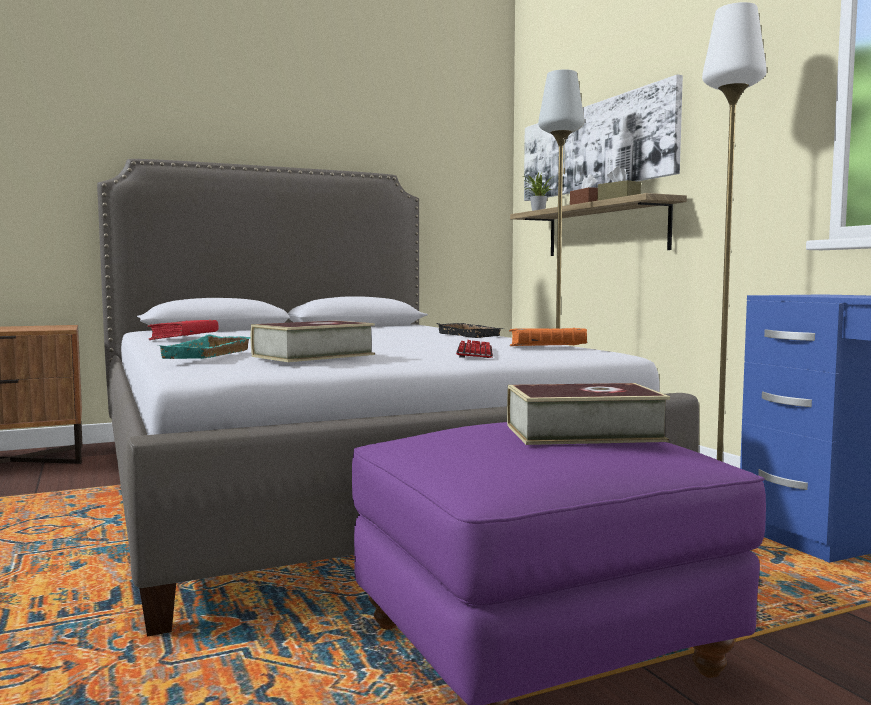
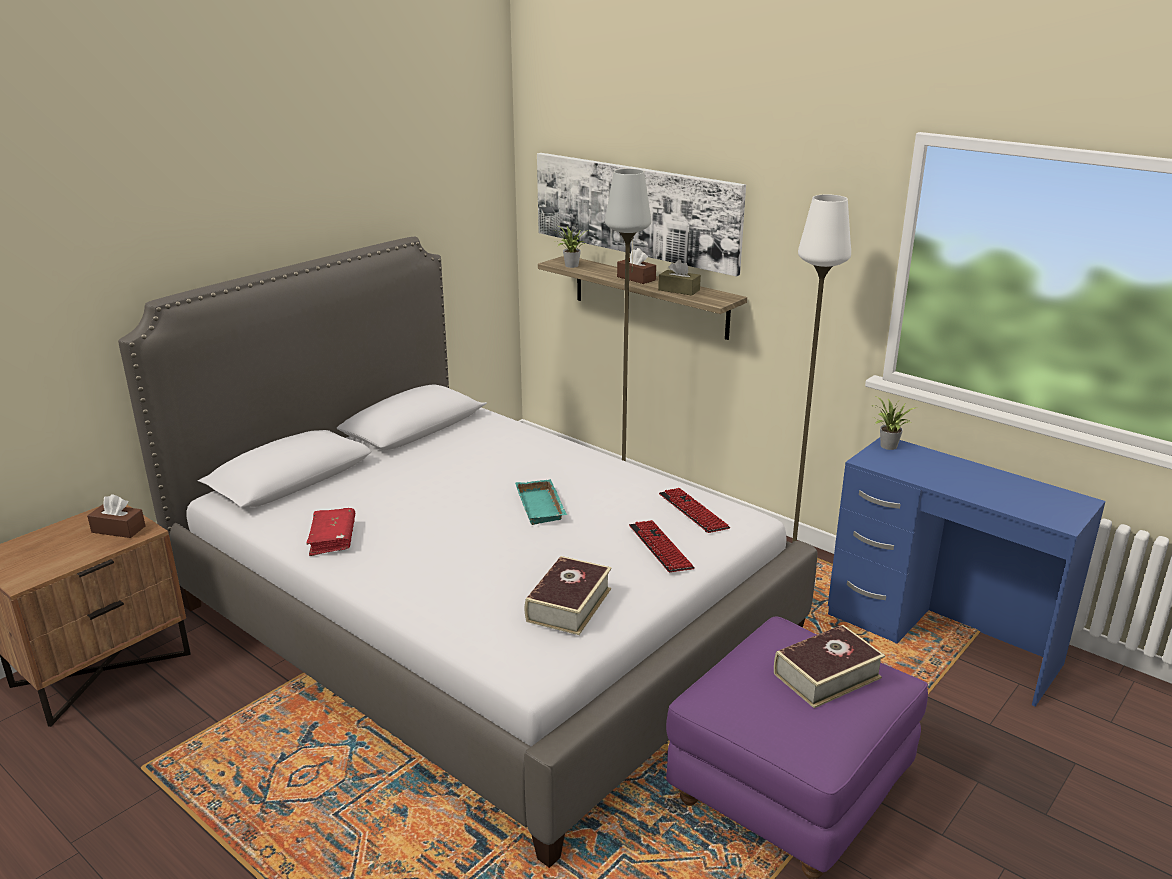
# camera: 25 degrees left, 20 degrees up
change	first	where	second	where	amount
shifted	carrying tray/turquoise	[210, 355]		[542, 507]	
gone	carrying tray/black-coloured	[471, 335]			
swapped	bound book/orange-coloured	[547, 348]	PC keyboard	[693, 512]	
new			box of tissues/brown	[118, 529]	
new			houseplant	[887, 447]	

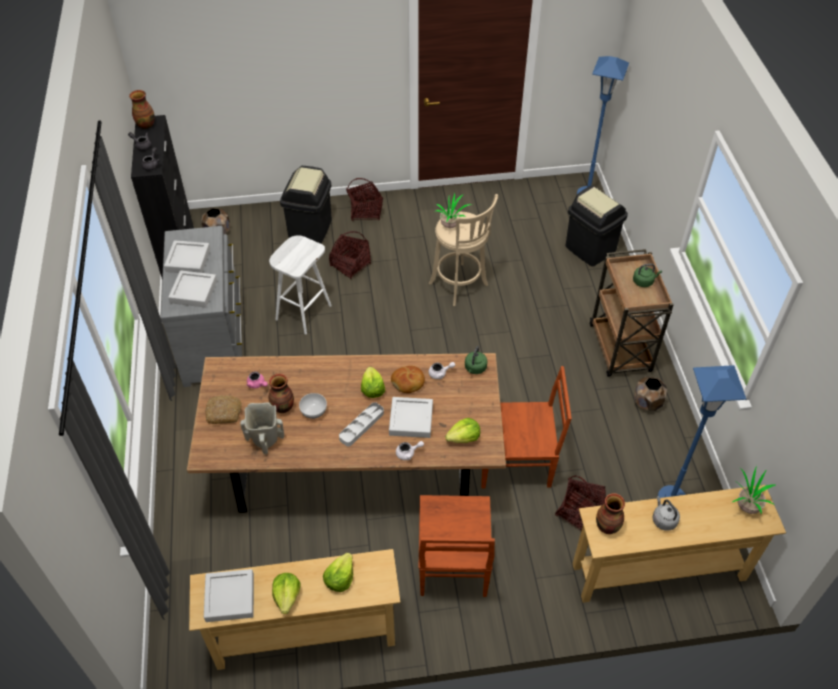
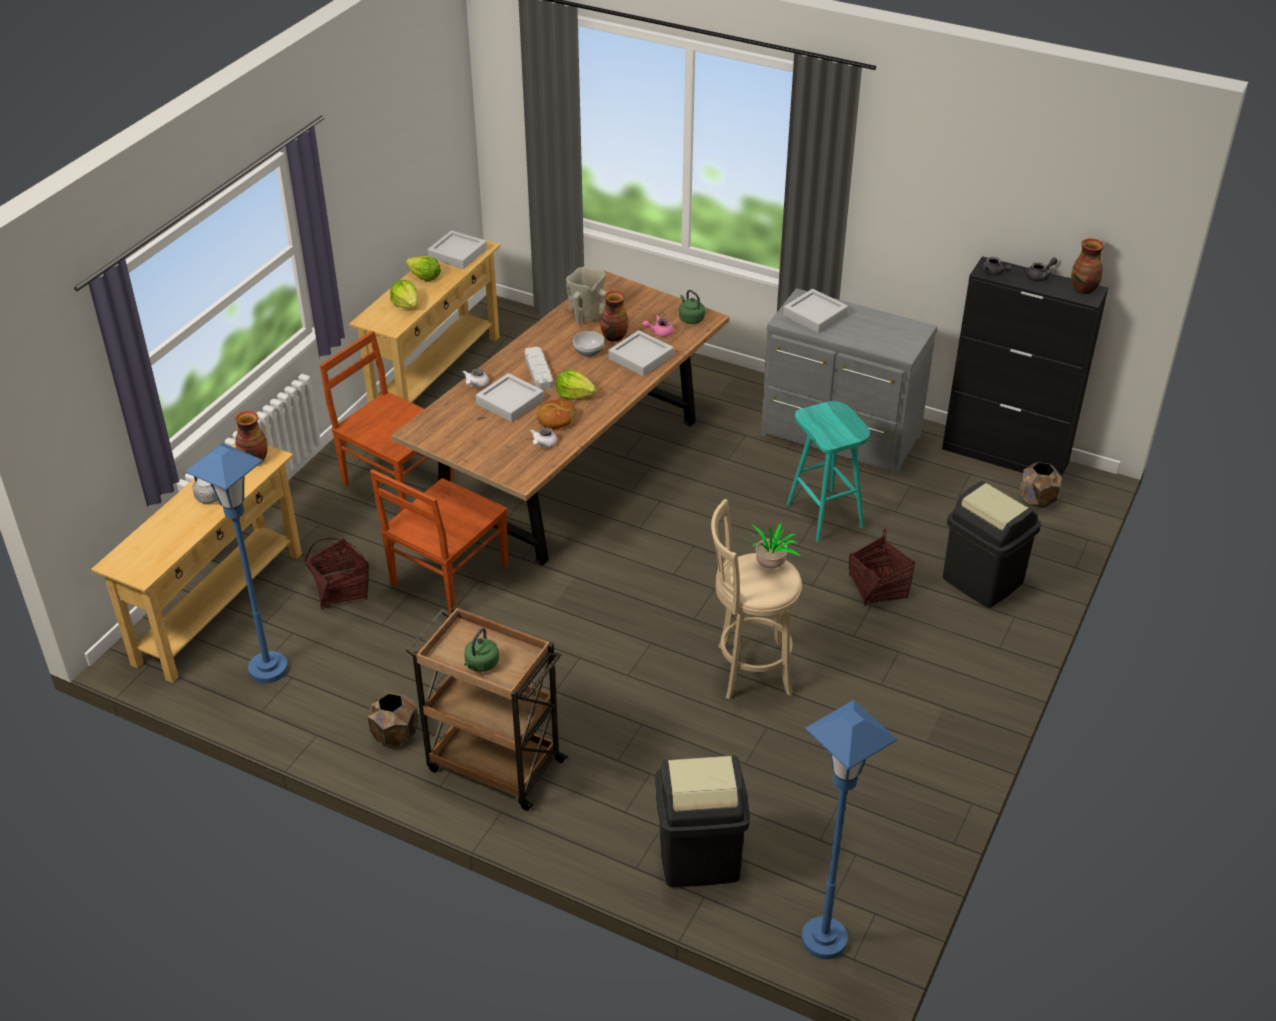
# camera: 125 degrees right, 10 degrees down
change	first	where	second	where	amount
shifted	carrying tray/grey	[188, 260]		[641, 357]	
gone	bakery bread	[224, 412]			
repainted	stool/white-coloured	[303, 311]	stool/turquoise	[826, 516]	
gone	basket	[365, 211]			
gone	lettuce head	[464, 438]			
shifted	water kettle/greenish	[475, 368]		[690, 318]	
gone	houseplant	[745, 506]			

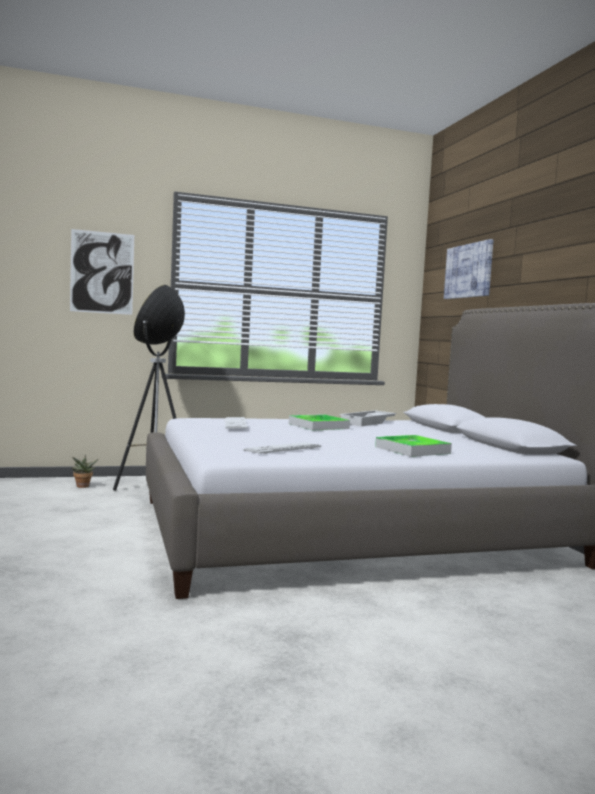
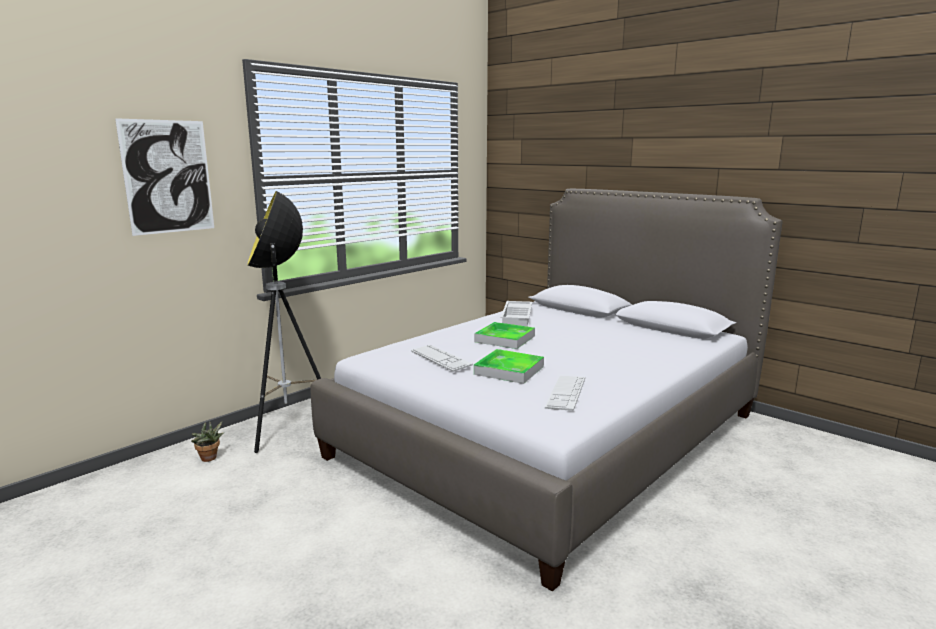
# camera: 30 degrees left, 10 degrees up
change	first	where	second	where	amount
shifted	carrying tray	[412, 450]		[509, 370]	
gone	wall art	[468, 271]			

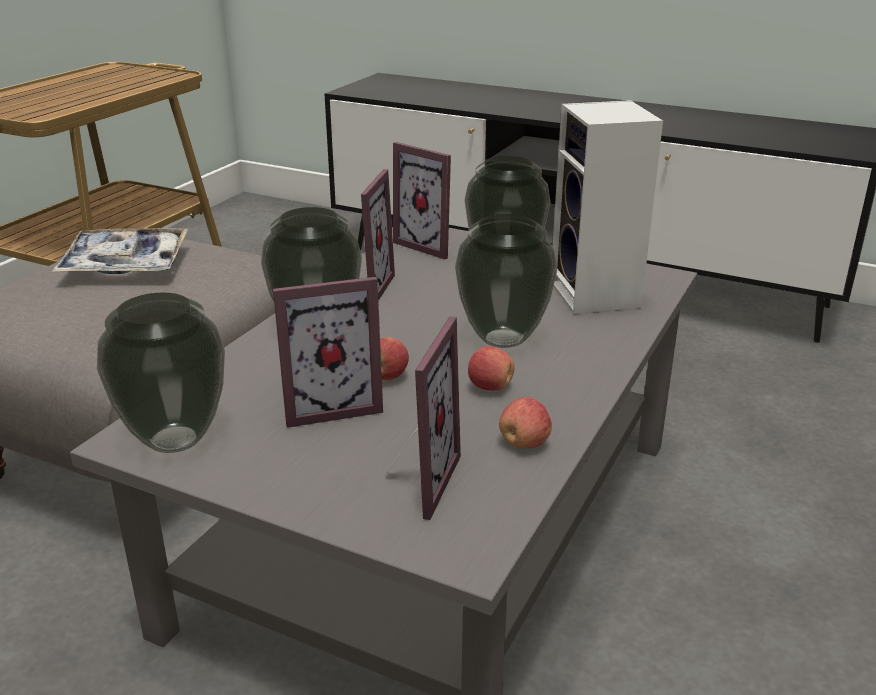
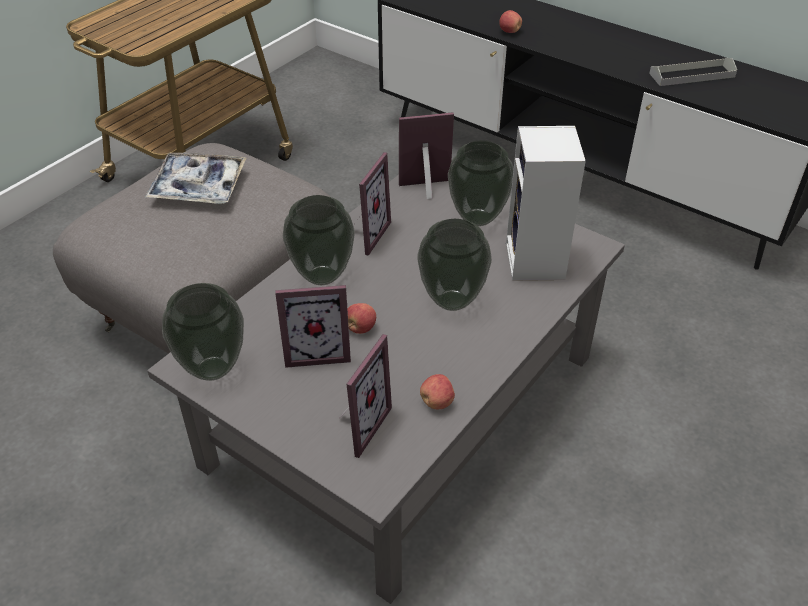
# camera: 10 degrees right, 15 degrees up
change	first	where	second	where	amount
rotated	photo frame	[431, 245]		[427, 190]	120 degrees clockwise
shifted	apple	[490, 387]		[509, 31]	
new			carrying tray/grey	[692, 75]	

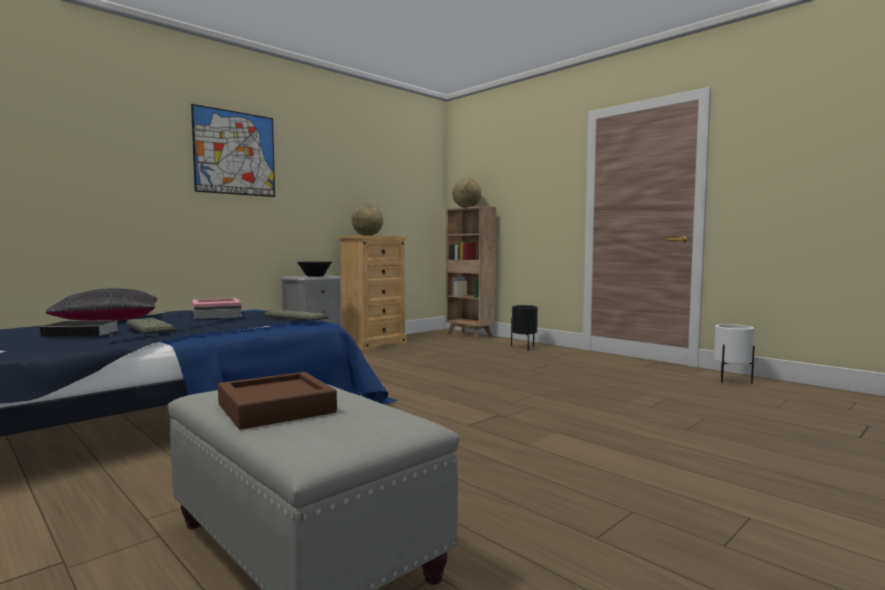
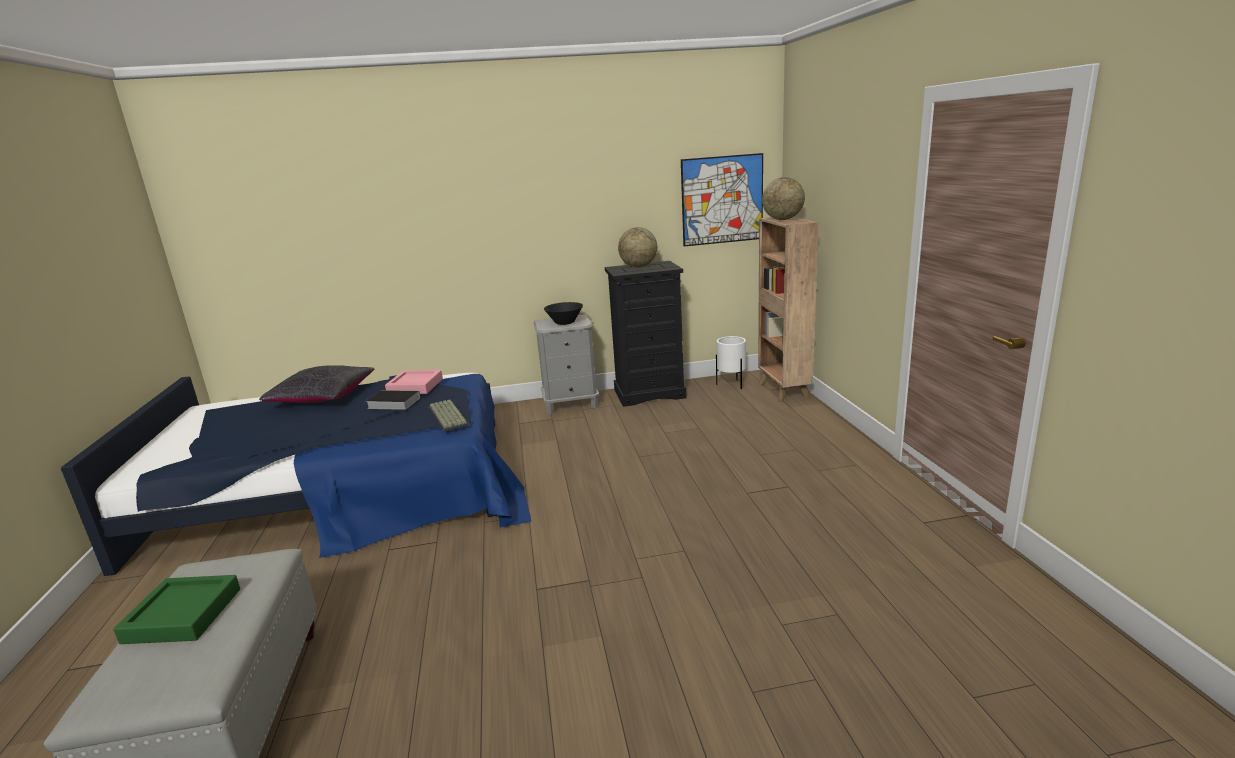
# camera: 35 degrees right, 15 degrees up
change	first	where	second	where	amount
gone	bound book	[84, 333]			
gone	PC keyboard	[148, 328]			
shifted	wall art	[235, 153]		[722, 200]	
repainted	carrying tray/brown	[276, 408]	carrying tray/greenish	[183, 615]	
repainted	dresser/beige	[373, 344]	dresser/black-coloured	[649, 393]	
gone	flower pot/black-coloured	[524, 348]			
shifted	flower pot/white-coloured	[732, 381]		[731, 385]	

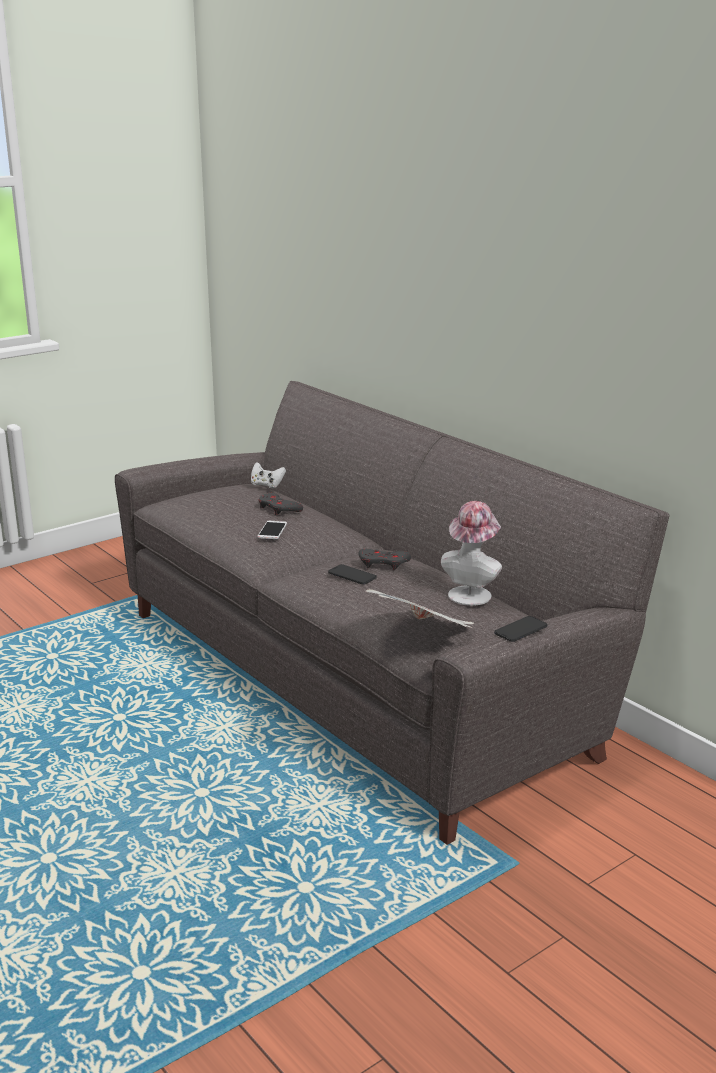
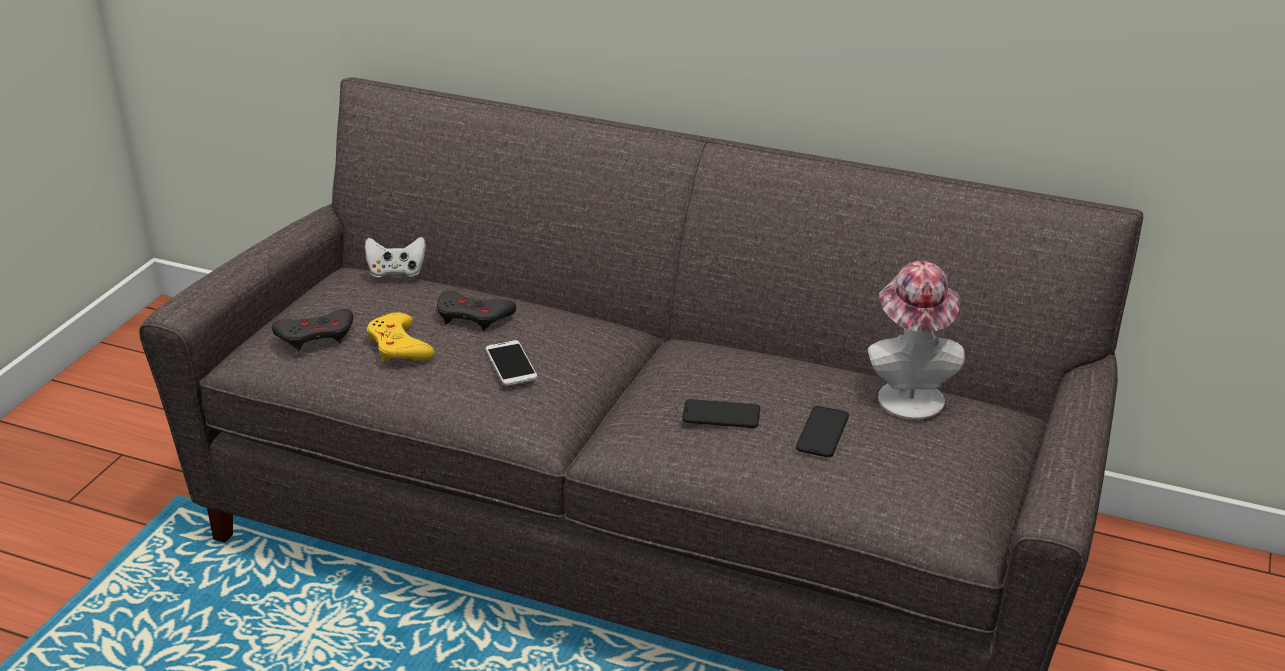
# camera: 30 degrees left, 10 degrees up
change	first	where	second	where	amount
shifted	gamepad/grey	[383, 563]		[316, 335]	
gone	daily paper	[424, 636]			
shifted	handset	[520, 629]		[822, 432]	
new			gamepad/yellow-coloured	[399, 346]	

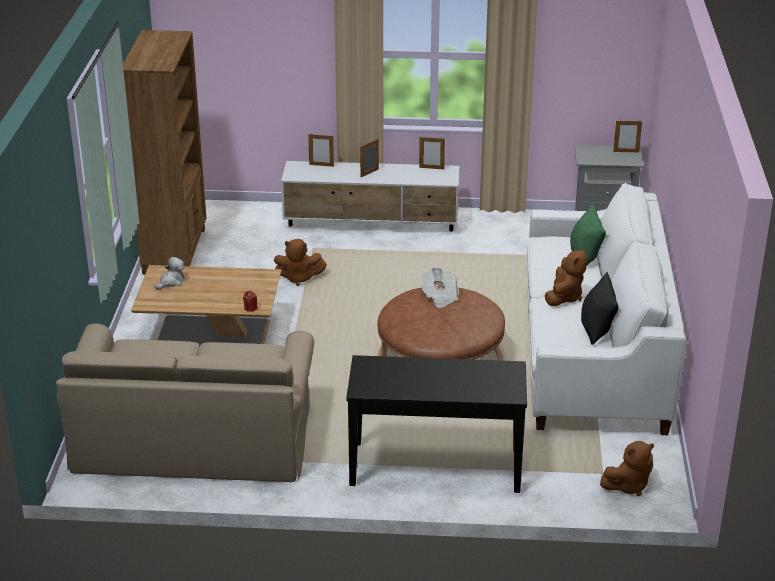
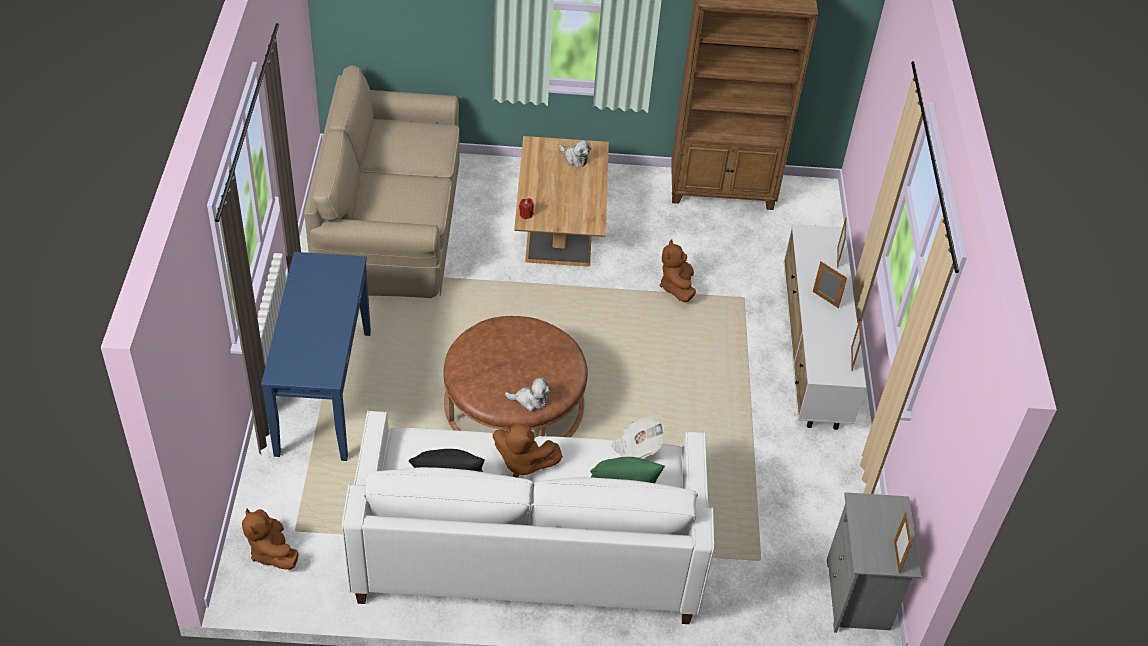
# camera: 85 degrees right, 15 degrees up
change	first	where	second	where	amount
repainted	console table/black-coloured	[435, 467]	console table/blue-coloured	[323, 391]	
shifted	daily paper	[440, 297]		[636, 448]	
new			plush toy	[530, 400]	

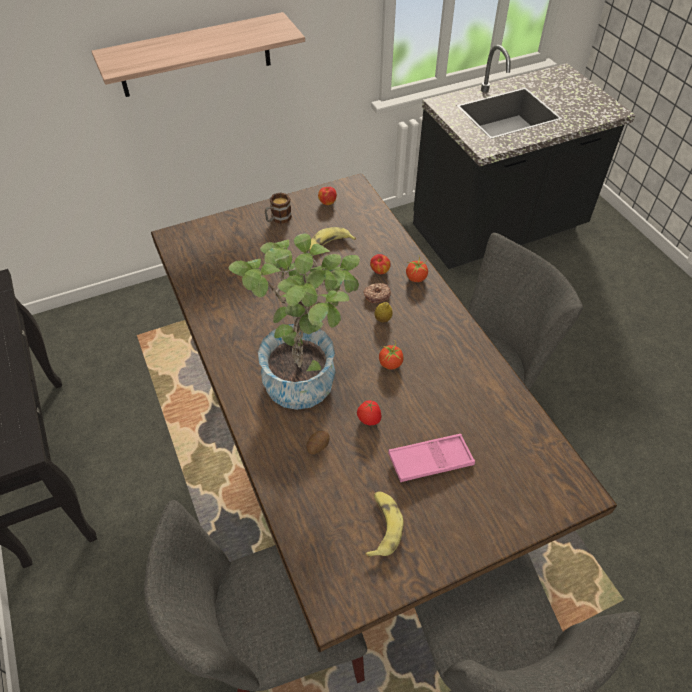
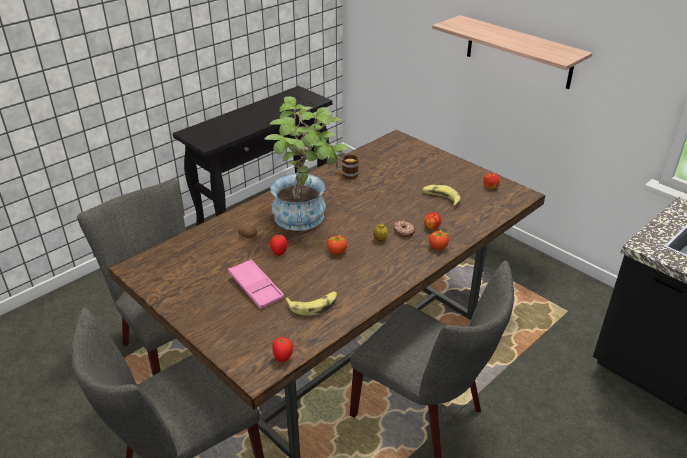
# camera: 70 degrees right, 15 degrees down
change	first	where	second	where	amount
shifted	mug	[278, 219]		[346, 174]	
shifted	whole banana	[382, 526]		[313, 305]	
new			fresh tomato	[283, 357]	

